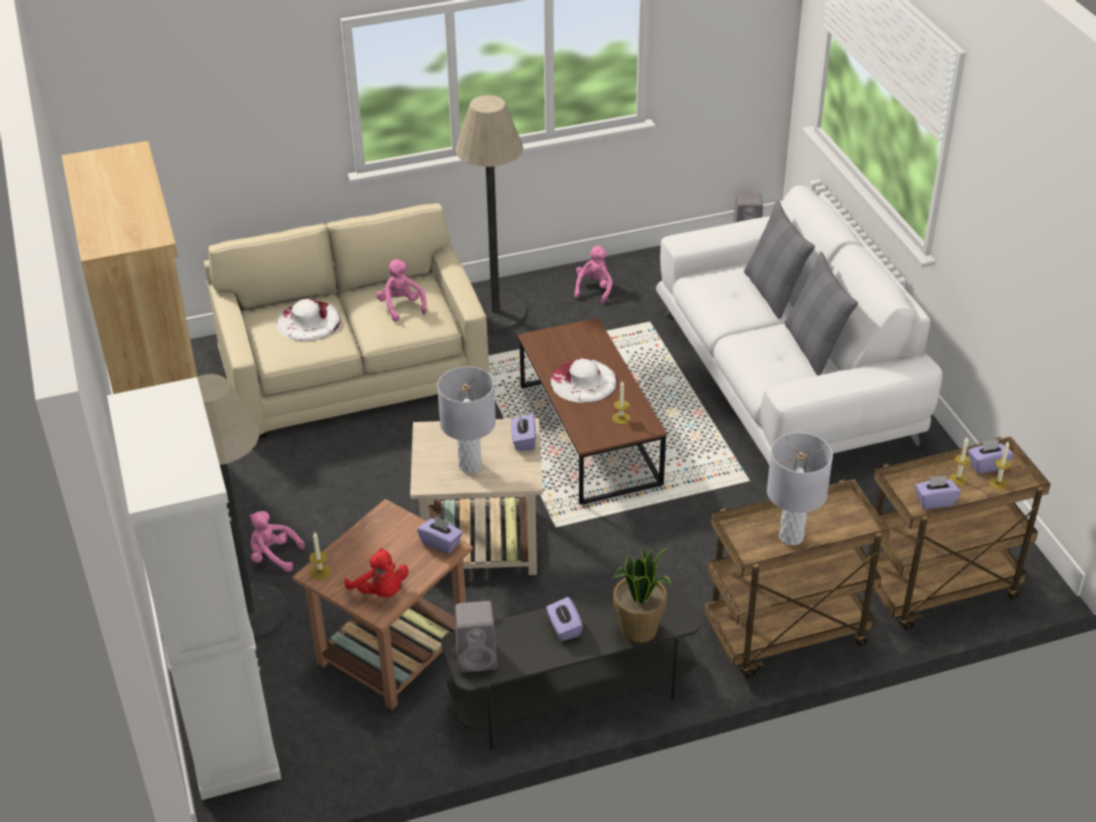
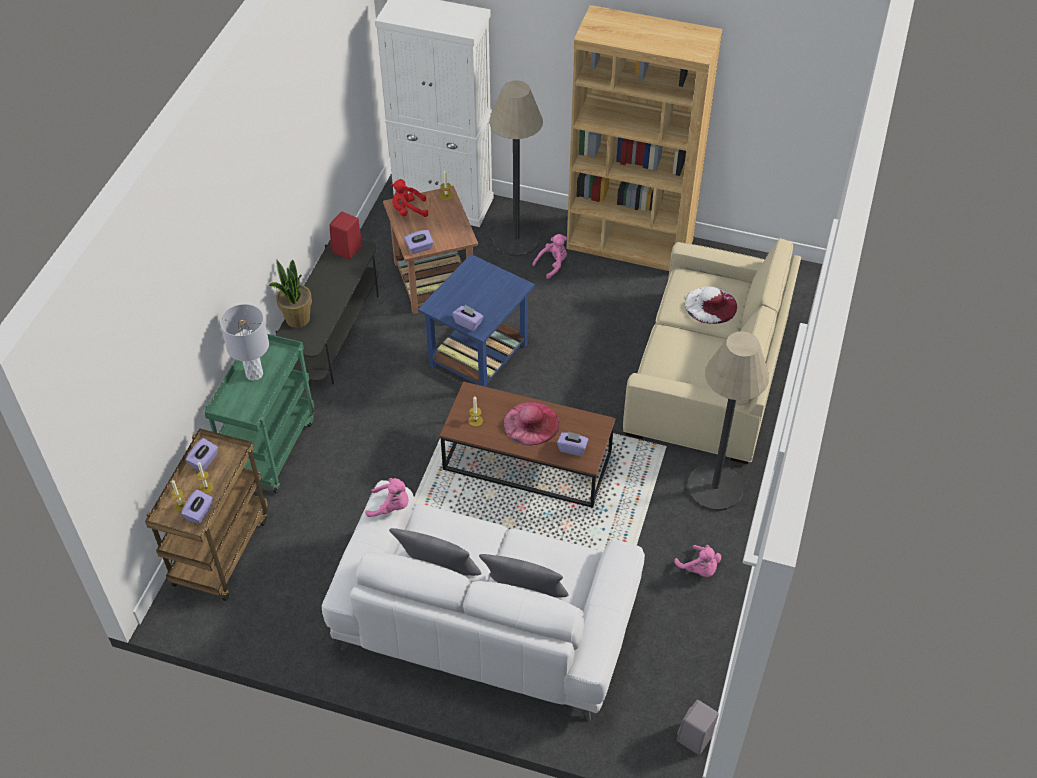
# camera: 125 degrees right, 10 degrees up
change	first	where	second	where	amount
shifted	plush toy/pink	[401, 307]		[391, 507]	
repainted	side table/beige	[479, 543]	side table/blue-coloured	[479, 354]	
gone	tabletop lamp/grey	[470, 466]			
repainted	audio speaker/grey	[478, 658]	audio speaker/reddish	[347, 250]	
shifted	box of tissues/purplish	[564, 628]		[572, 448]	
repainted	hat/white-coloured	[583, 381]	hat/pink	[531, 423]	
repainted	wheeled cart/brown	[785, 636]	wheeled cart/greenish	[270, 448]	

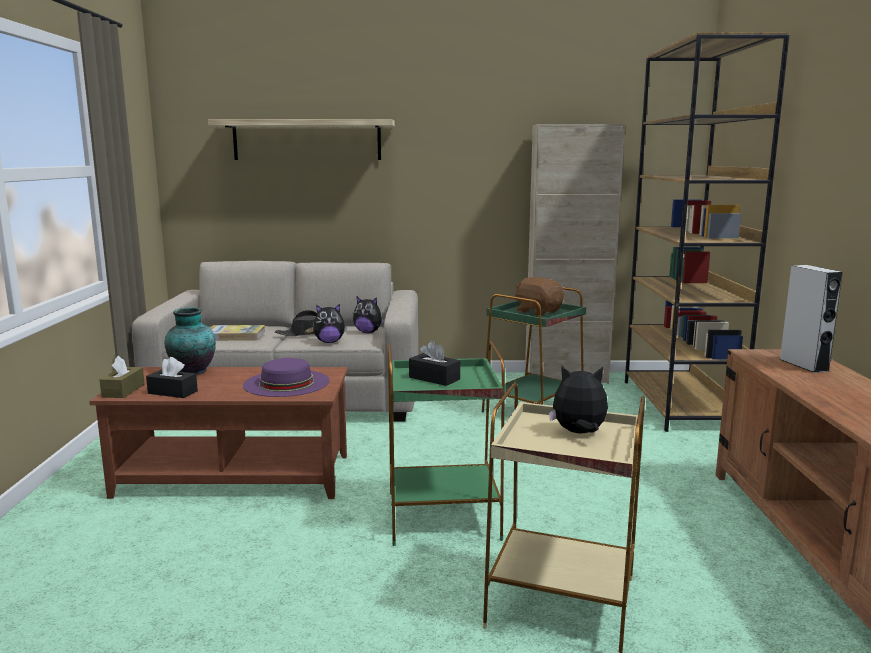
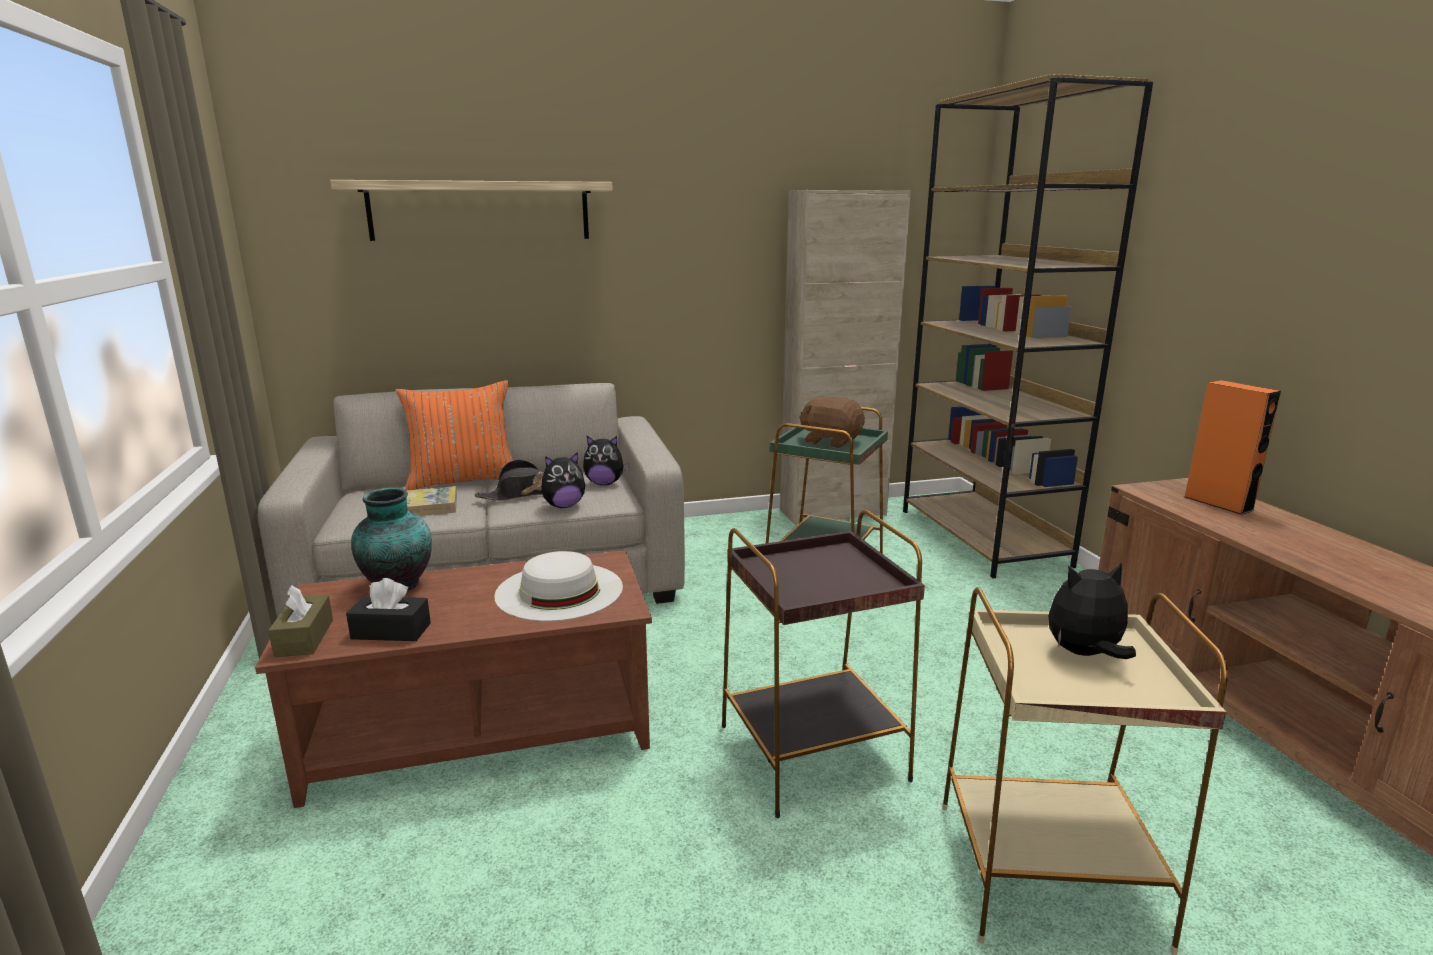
# camera: 15 degrees left, 5 degrees up
change	first	where	second	where	amount
repainted	hat/purplish	[286, 383]	hat/white-coloured	[559, 591]	
repainted	side table/greenish	[444, 516]	side table/brown	[814, 752]	
gone	box of tissues/black-coloured	[434, 378]			
repainted	audio speaker/grey	[803, 365]	audio speaker/orange-coloured	[1218, 503]	
new			cushion/orange-coloured	[463, 481]	

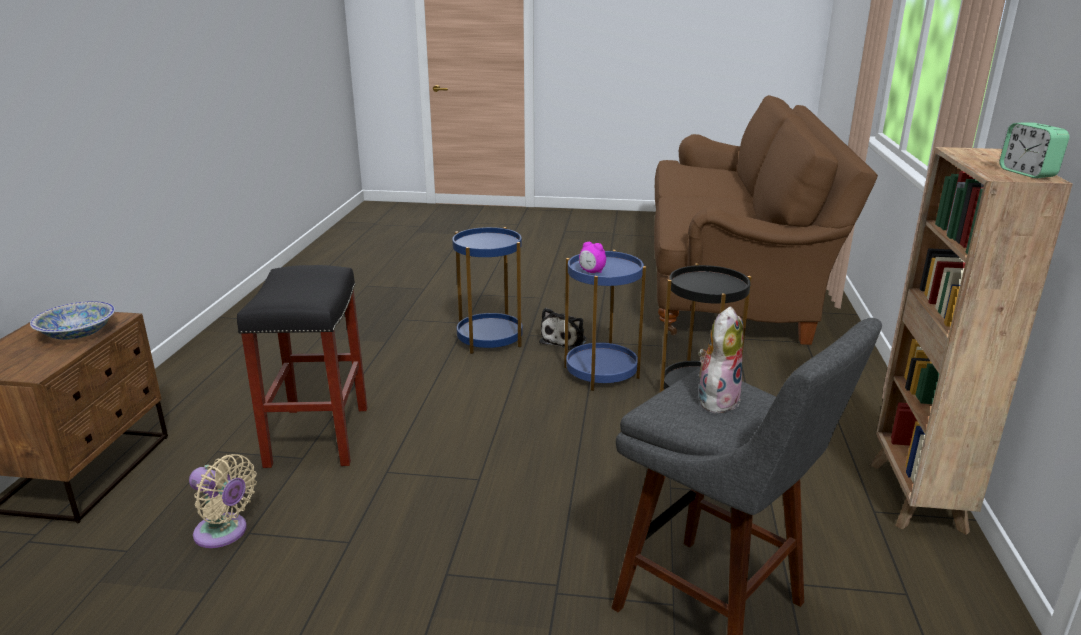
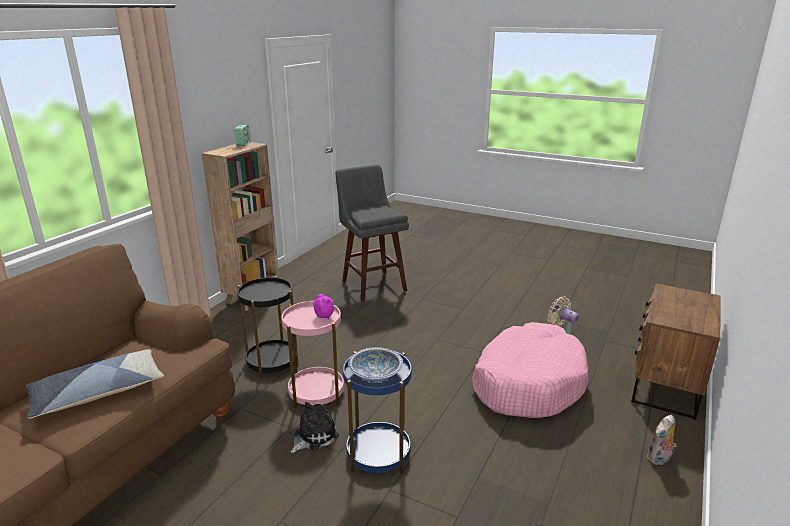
# camera: 160 degrees left, 0 degrees up
change	first	where	second	where	amount
shifted	serving bowl	[77, 334]		[376, 374]	
swapped	stool/black-coloured	[318, 435]	pet bed/pink	[527, 383]	
repainted	side table/blue-coloured	[601, 372]	side table/pink	[316, 393]	
shifted	plush toy	[716, 399]		[659, 459]	
new			cushion	[98, 392]	

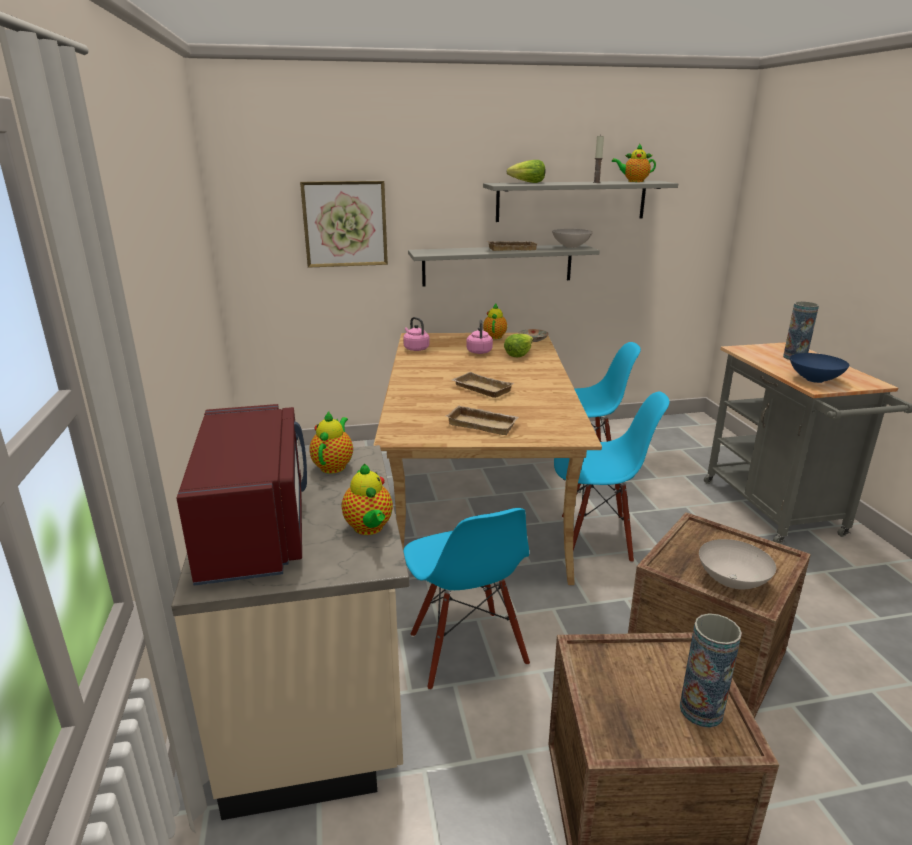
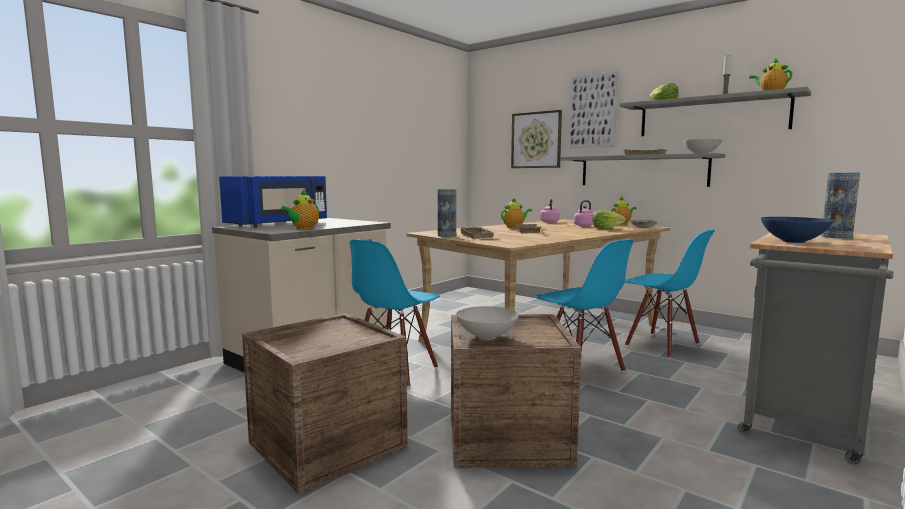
# camera: 50 degrees right, 15 degrees down
change	first	where	second	where	amount
repainted	microwave/reddish	[256, 528]	microwave/blue-coloured	[280, 224]	
shifted	pot for tea	[334, 465]		[514, 227]	
shifted	decorative vase	[701, 710]		[446, 236]	
new			wall art	[593, 111]	

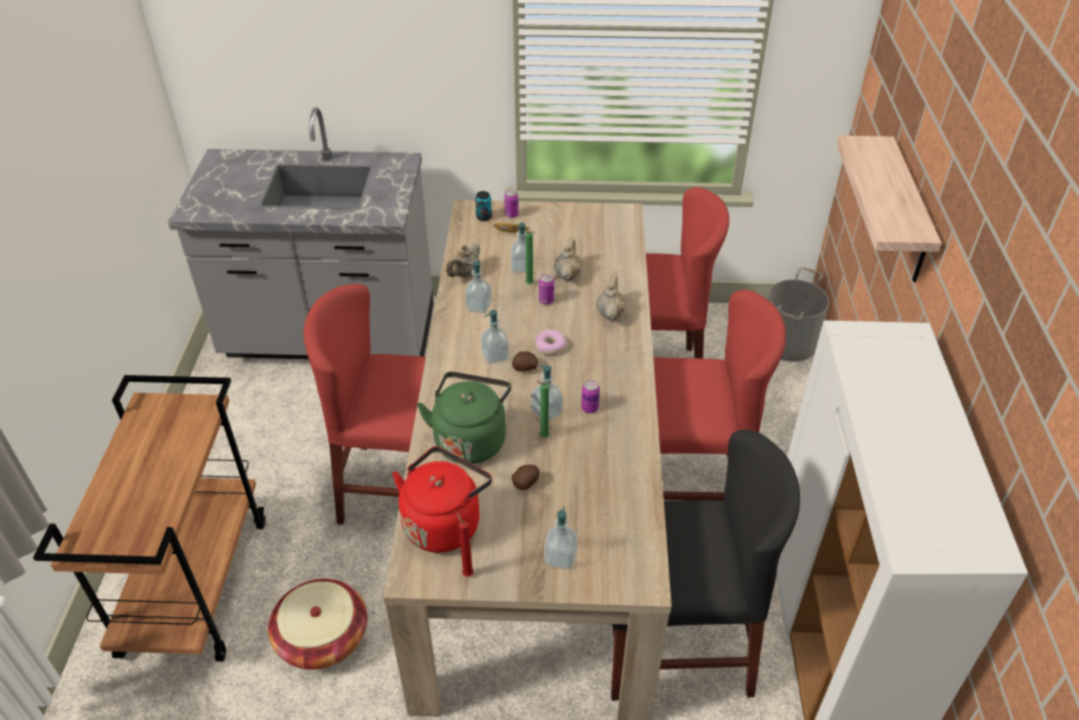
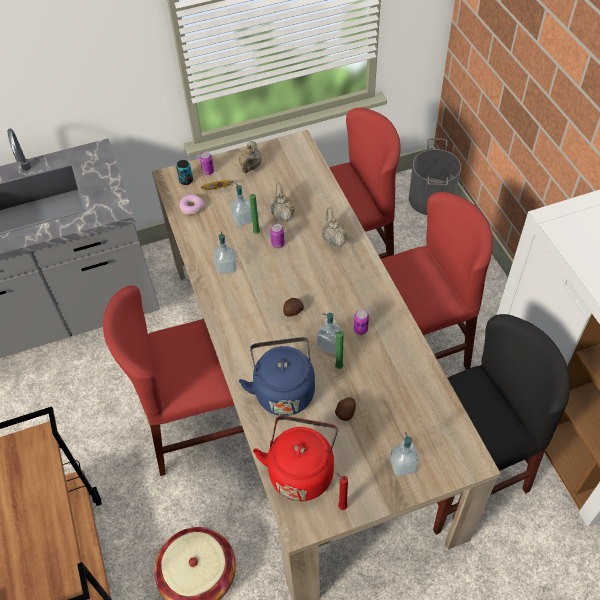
# camera: 20 degrees left, 10 degrees up
change	first	where	second	where	amount
repainted	water kettle/greenish	[470, 439]	water kettle/blue-coloured	[283, 390]	
shifted	pot for tea/beige	[464, 274]		[250, 167]	
gone	soap bottle	[495, 356]			
shifted	donut	[550, 346]		[191, 208]	
gone	bracket shelf	[907, 213]			

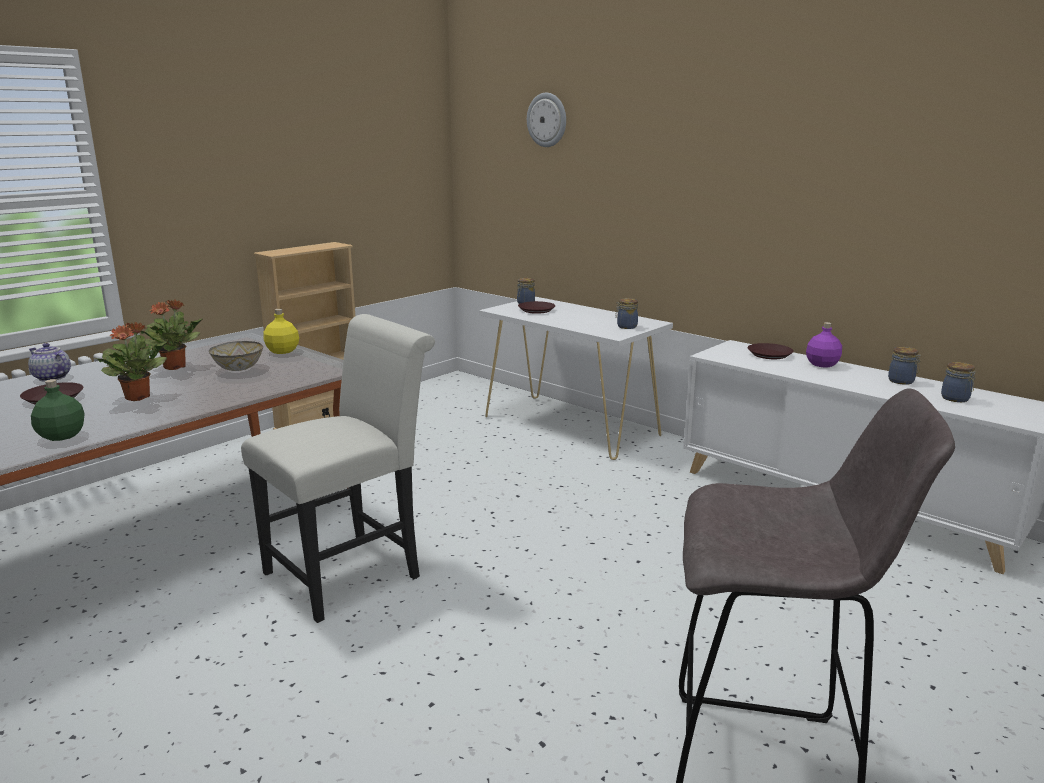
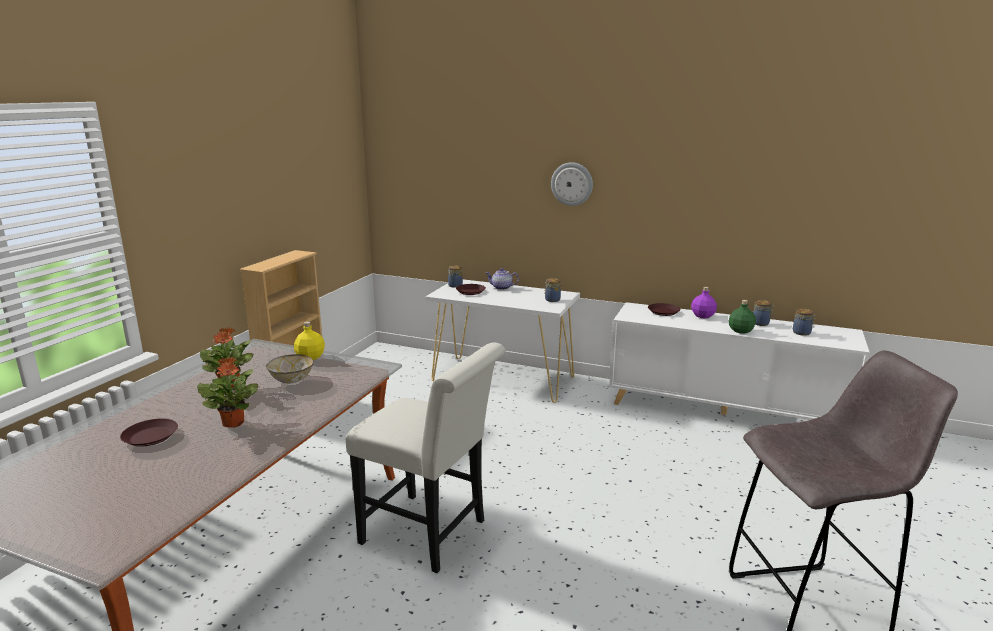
# camera: 20 degrees left, 0 degrees up
change	first	where	second	where	amount
shifted	pot for tea	[51, 378]		[501, 288]	
shifted	drink bottle/greenish	[61, 436]		[741, 331]	
rotated	chair/white-coloured	[352, 571]		[431, 534]	90 degrees clockwise
shifted	wall clock	[547, 120]		[572, 184]	

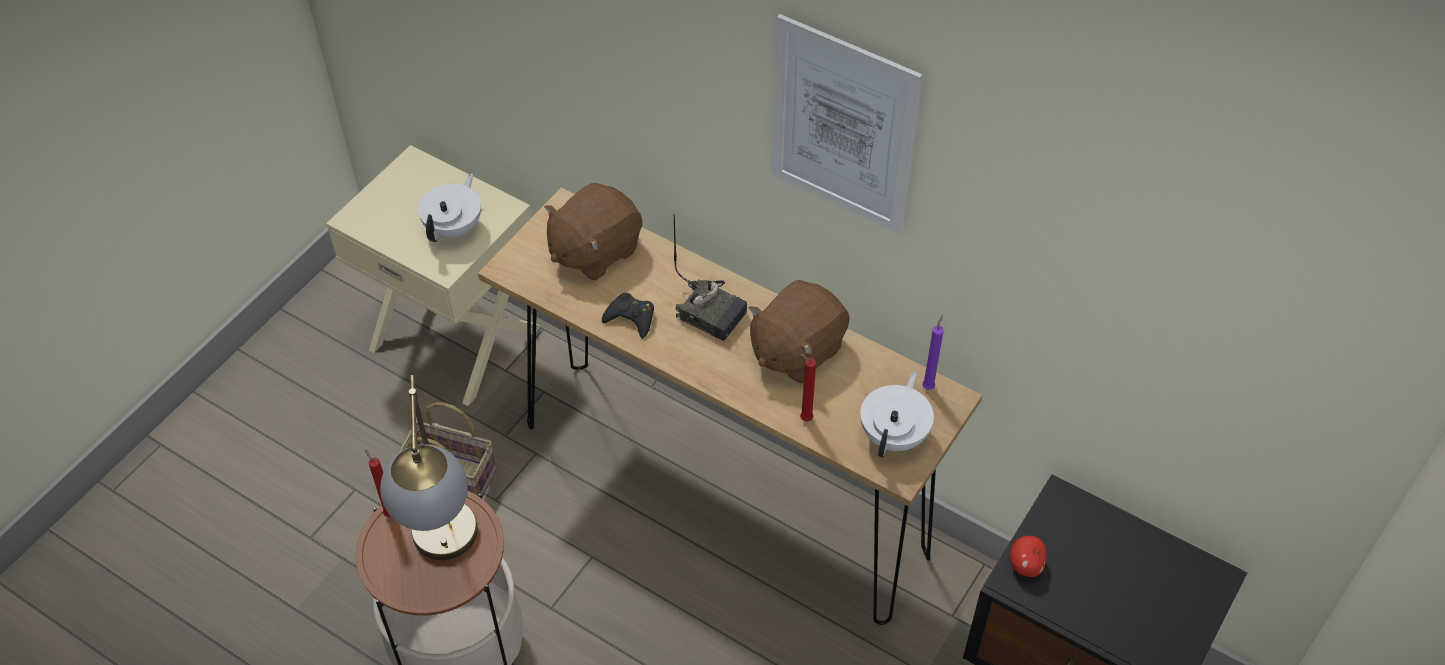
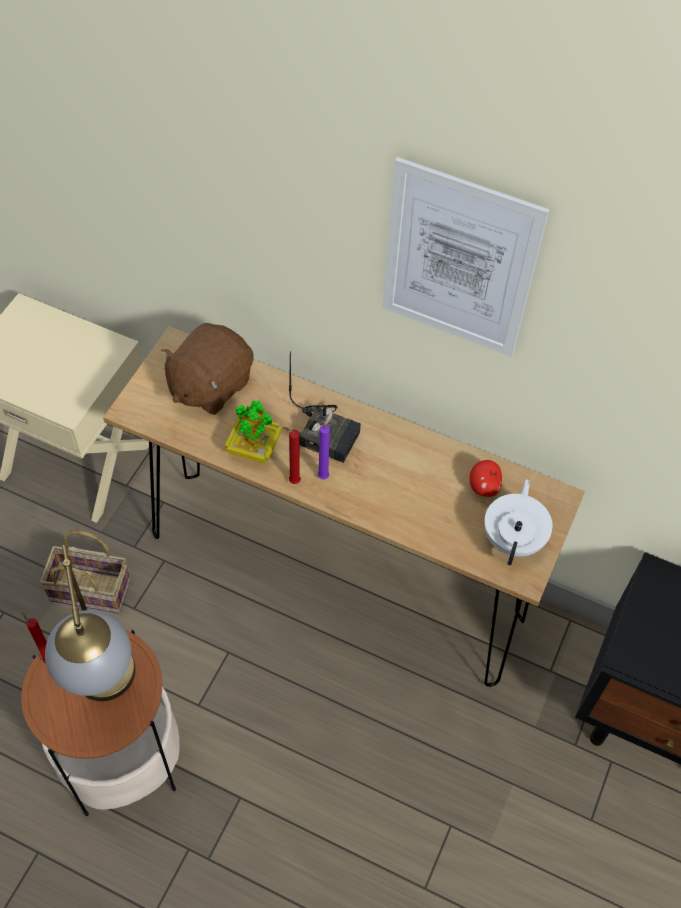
# camera: 10 degrees left, 5 degrees up
change	first	where	second	where	amount
gone	pot for tea/white-coloured	[454, 228]			
swapped	gamepad/black-coloured	[631, 318]	houseplant	[254, 448]	
gone	plush toy/brown	[796, 350]			
shifted	candle/reddish	[804, 418]		[292, 481]	
shifted	candle/purplish	[929, 386]		[324, 475]	
shifted	apple	[1025, 565]		[483, 487]	

